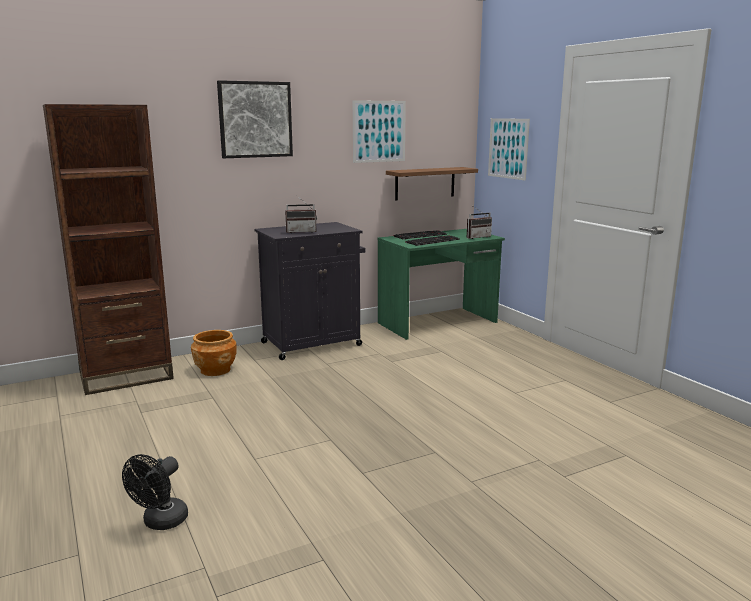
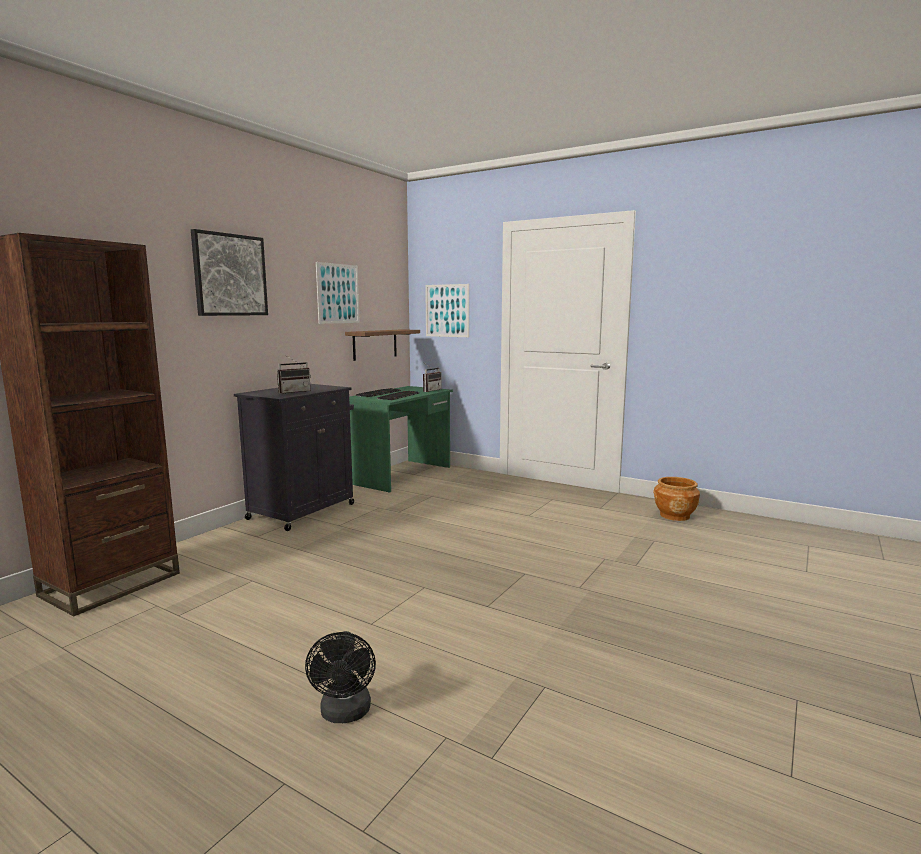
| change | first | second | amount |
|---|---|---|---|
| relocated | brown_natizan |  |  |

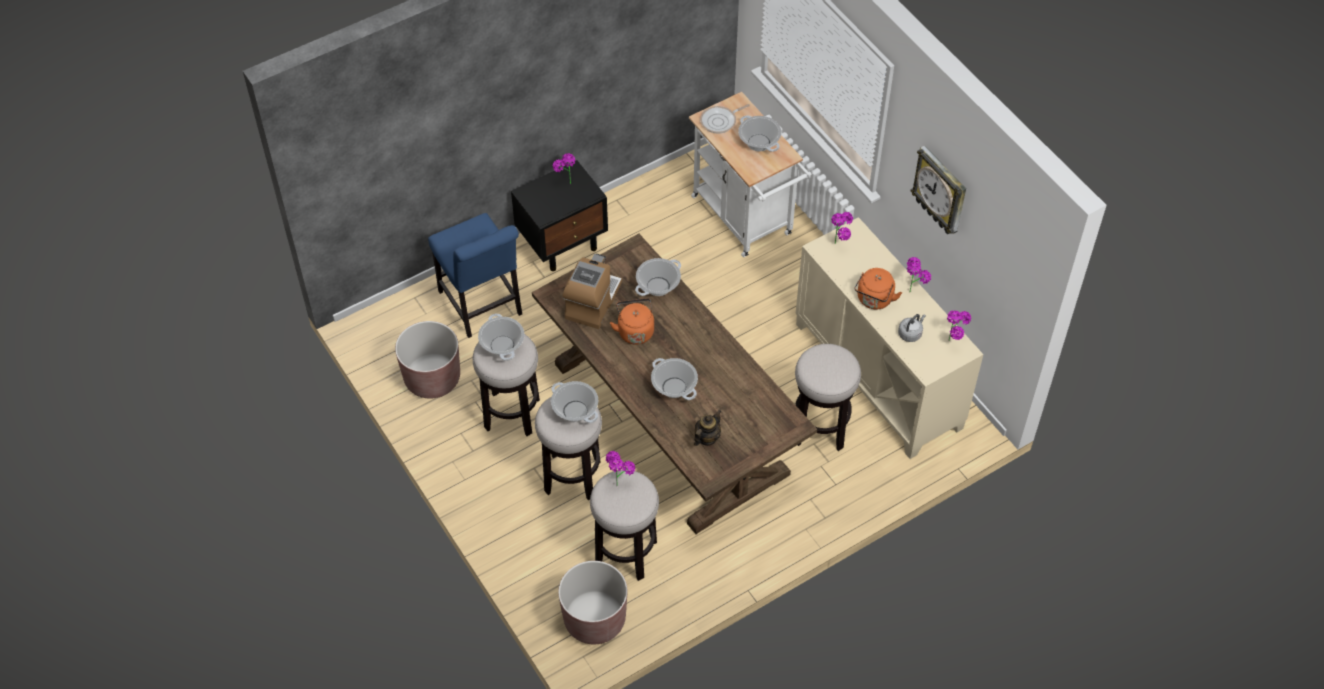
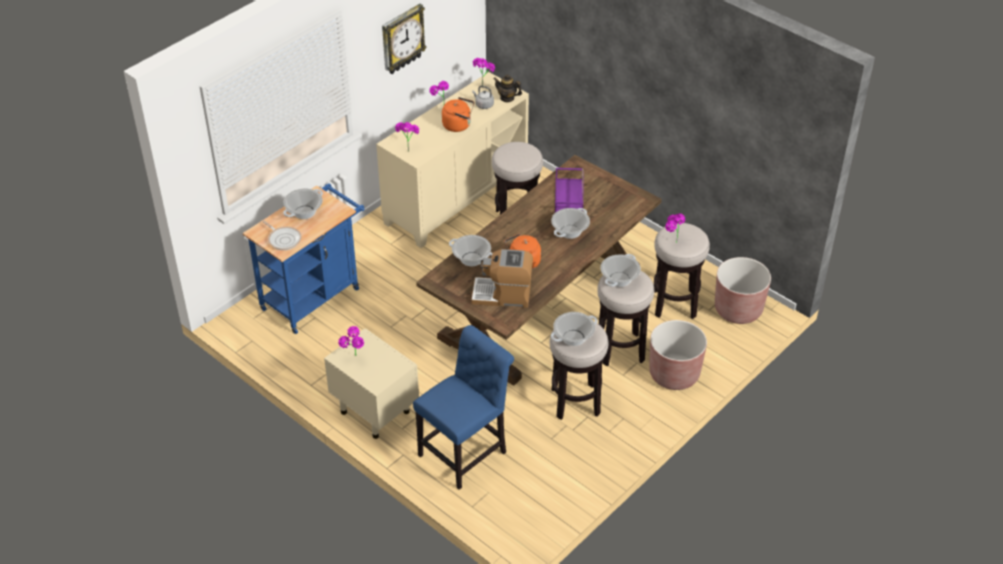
| change | first | second | amount |
|---|---|---|---|
| appeared |  | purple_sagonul |  |
| relocated | brown_natizan (no. 1 from left) |  |  |
| relocated | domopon |  |  |
| colour | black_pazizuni | beige_pazizuni |  |
| colour | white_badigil | blue_badigil |  |

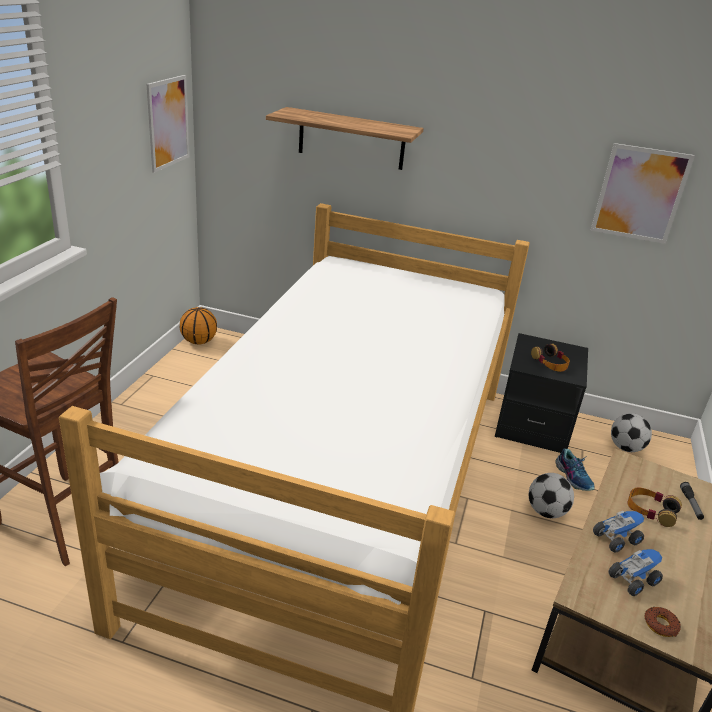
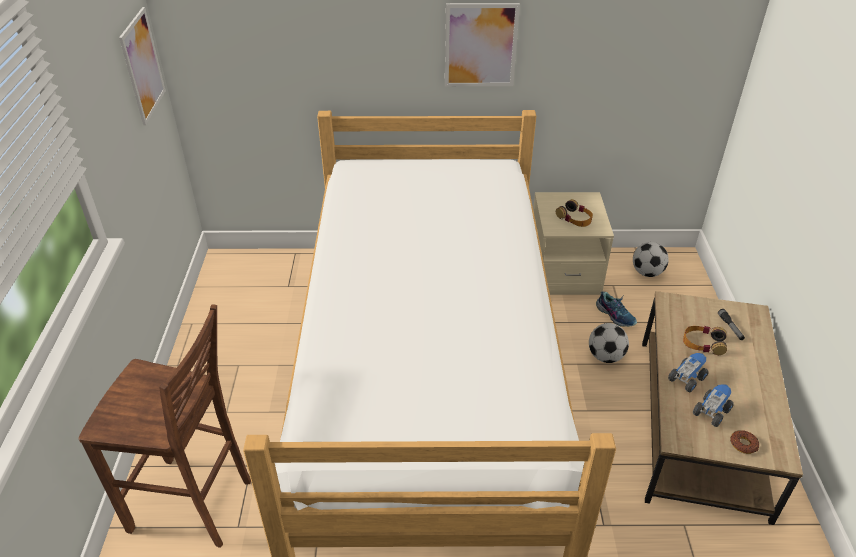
| change | first | second | amount |
|---|---|---|---|
| missing | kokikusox |  |  |
| missing | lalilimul |  |  |
| relocated | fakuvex (no. 2 from left) |  |  |
| colour | black_pazizuni | beige_pazizuni |  |

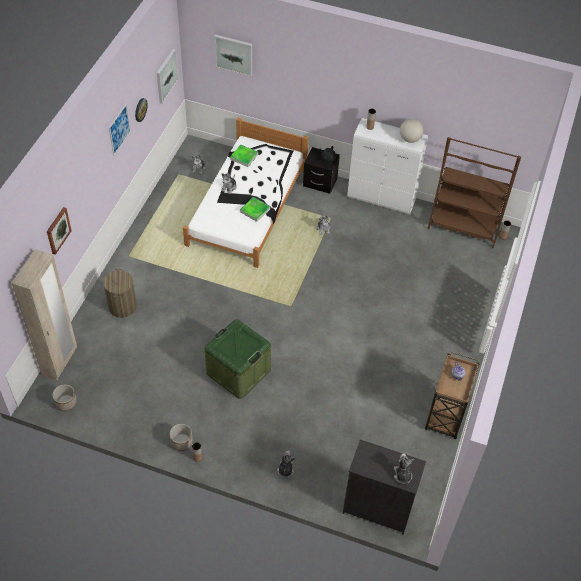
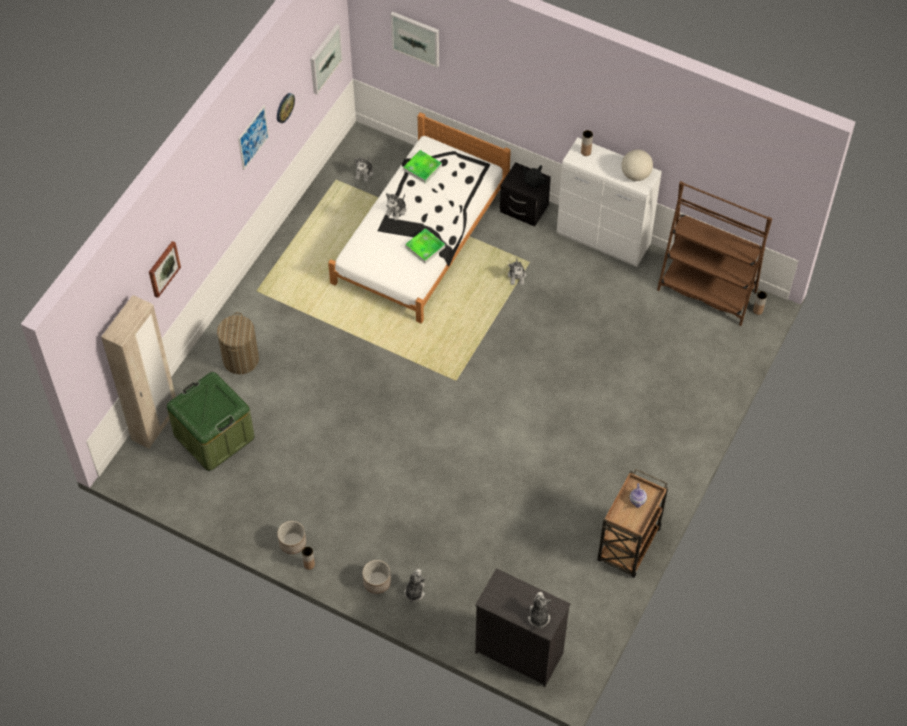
| change | first | second | amount |
|---|---|---|---|
| relocated | natizan (no. 1 from left in the first image) | natizan (no. 2 from left) |  |
| relocated | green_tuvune |  |  |

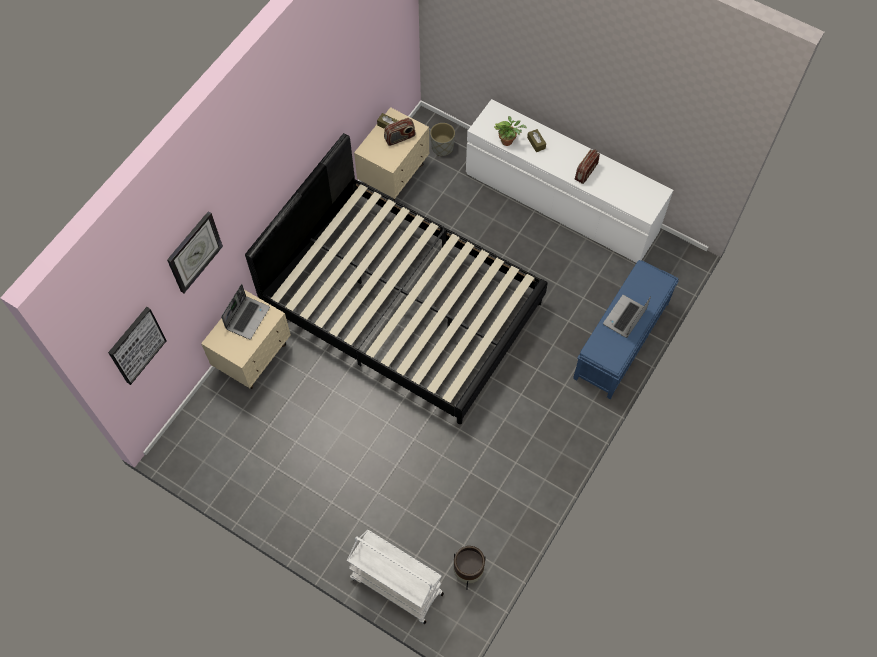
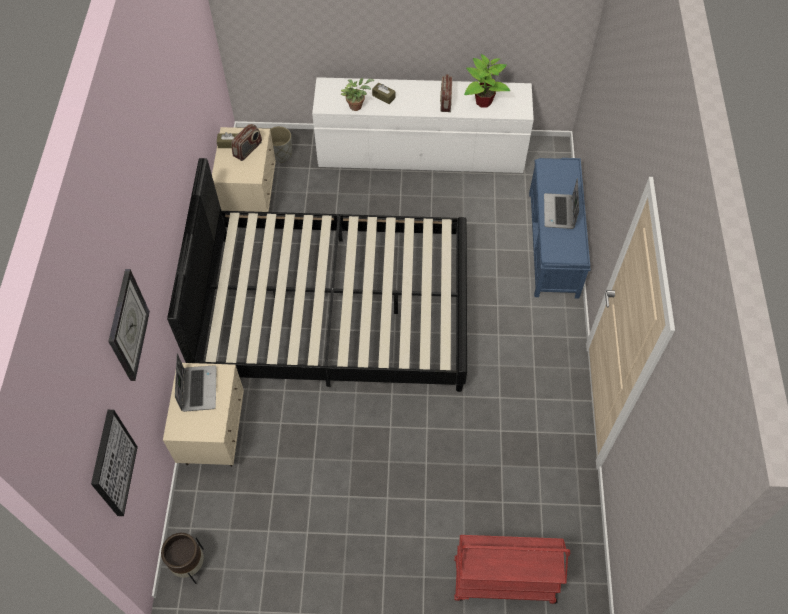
| change | first | second | amount |
|---|---|---|---|
| appeared |  | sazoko (no. 2 from left) |  |
| relocated | brown_natizan |  |  |
| colour | white_badigil | red_badigil |  |

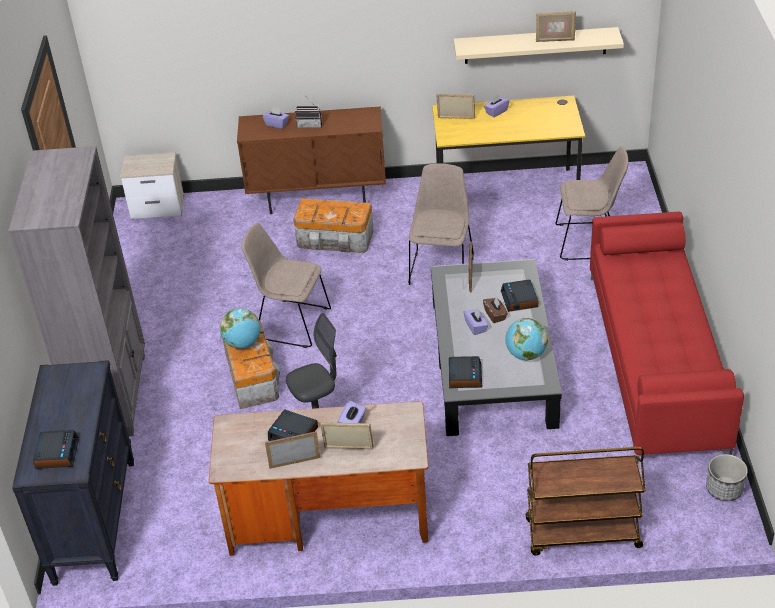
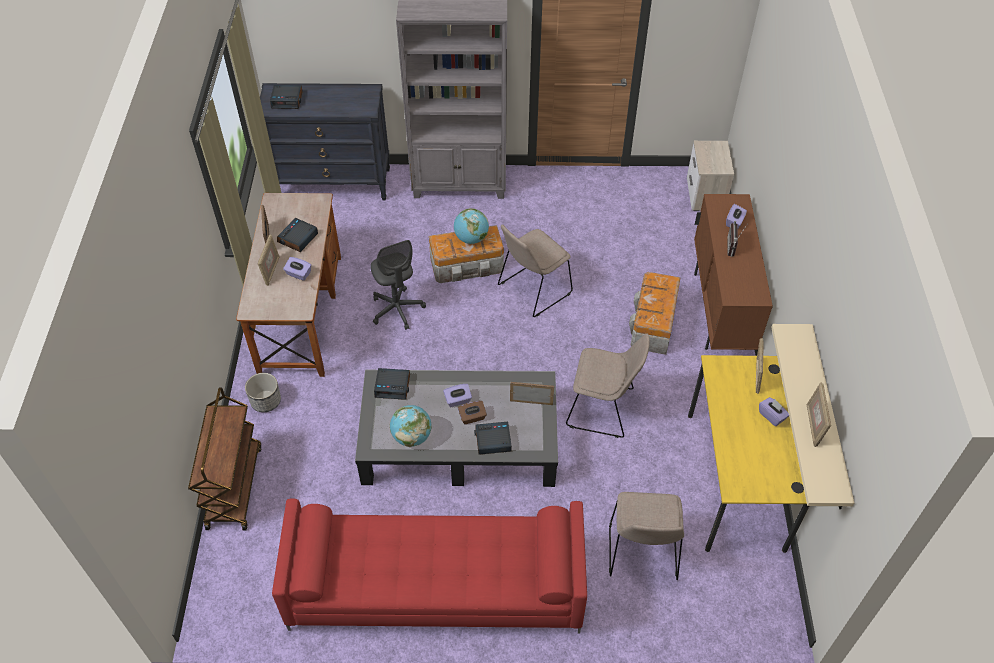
| change | first | second | amount |
|---|---|---|---|
| relocated | natizan |  |  |
| spun | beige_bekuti (no. 1 from left) |  | 150 degrees counterclockwise |

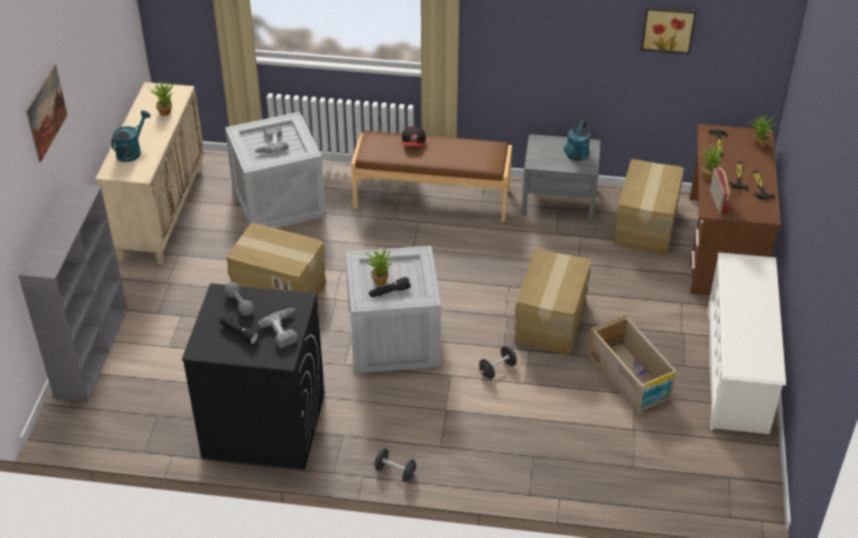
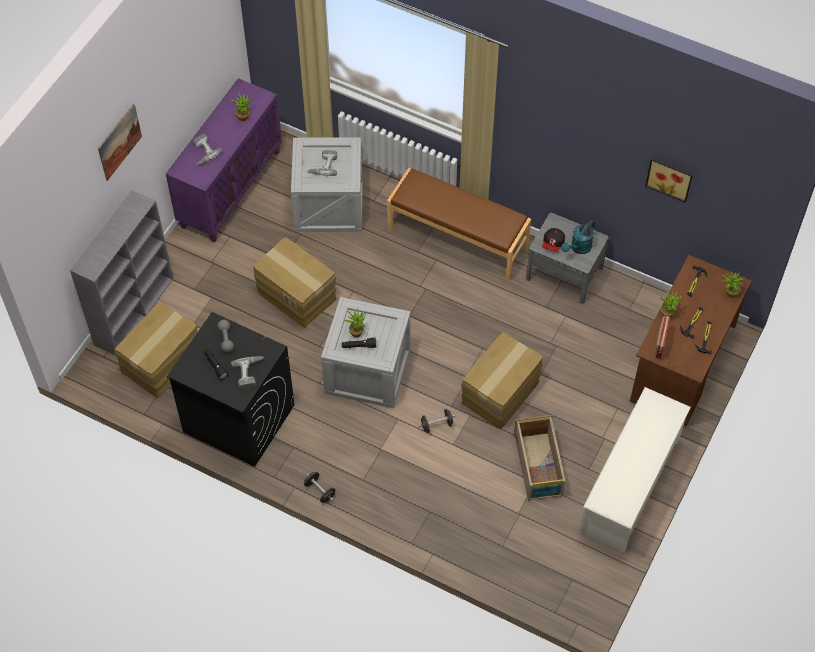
| change | first | second | amount |
|---|---|---|---|
| relocated | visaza |  |  |
| relocated | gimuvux (no. 3 from left in the first image) | gimuvux (no. 1 from left) |  |
| exchanged | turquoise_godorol (no. 1 from left) | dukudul (no. 1 from left) |  |
| colour | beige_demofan | purple_demofan |  |

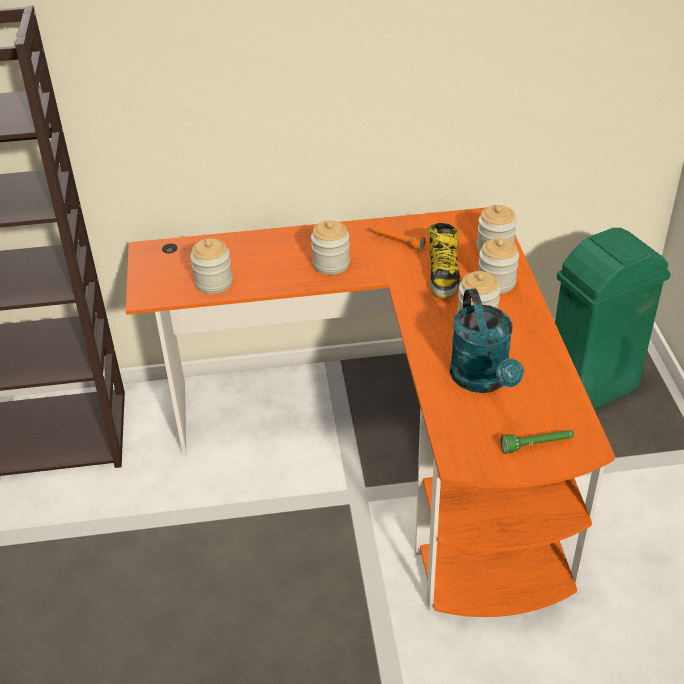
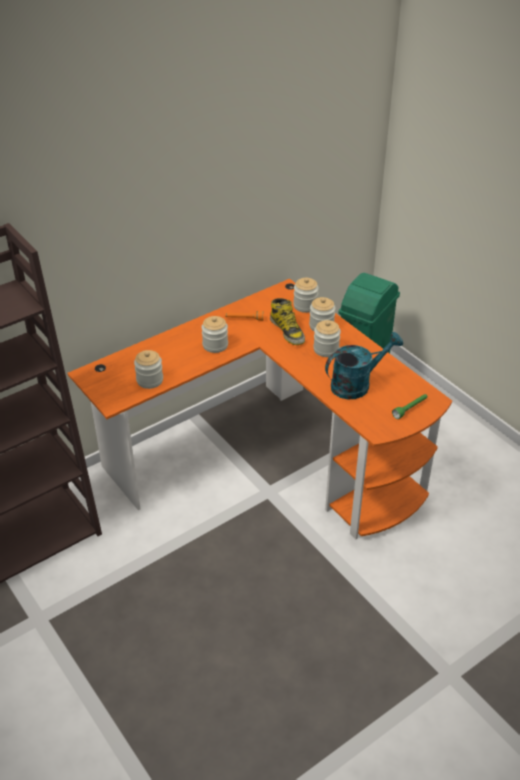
| change | first | second | amount |
|---|---|---|---|
| spun | turquoise_godorol |  | 75 degrees counterclockwise |

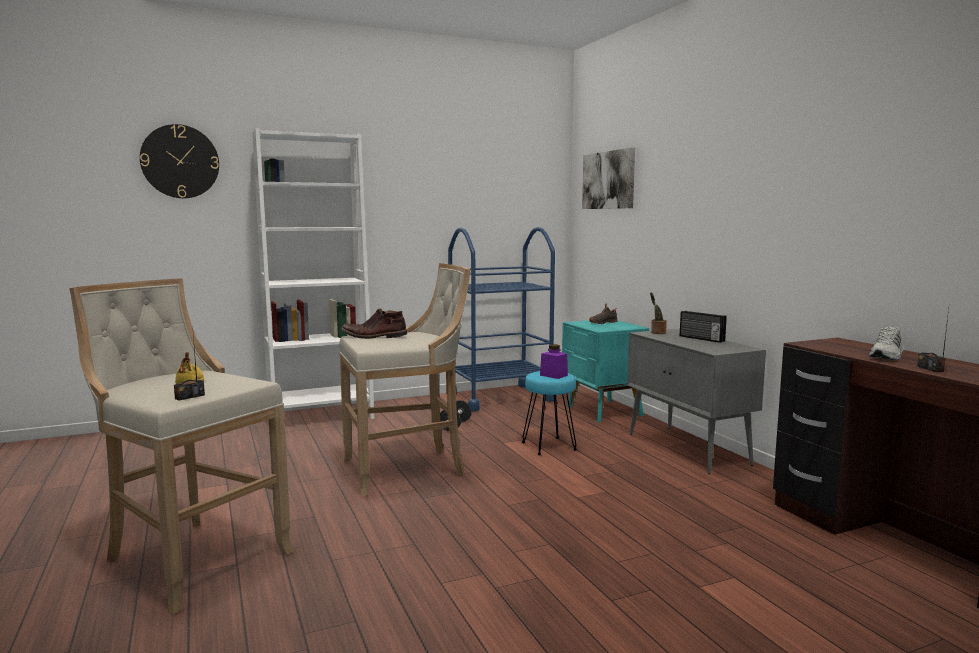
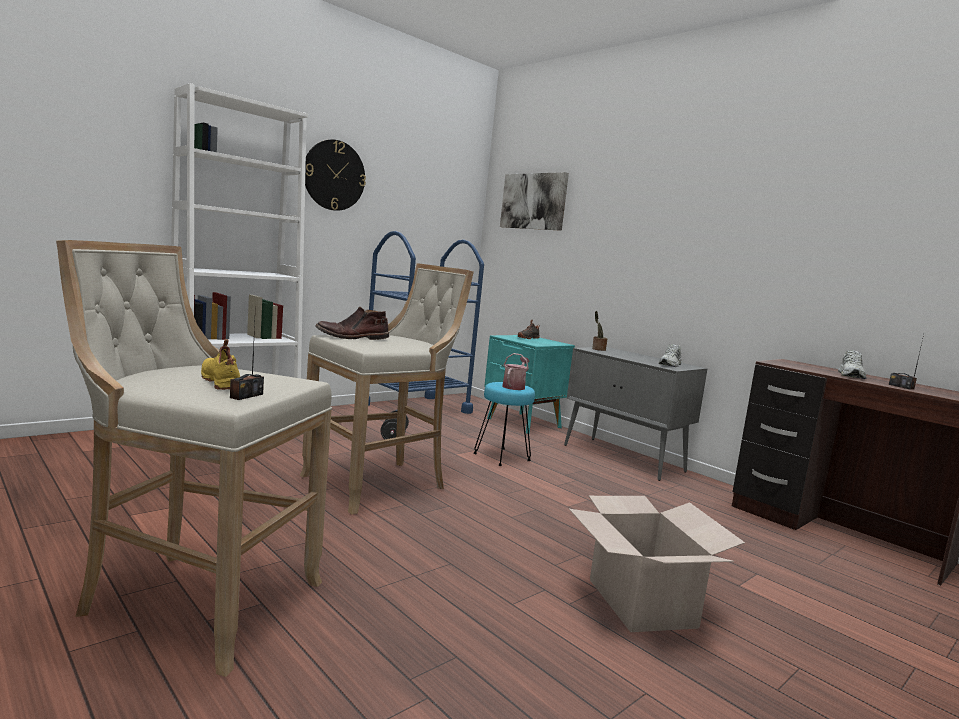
| change | first | second | amount |
|---|---|---|---|
| missing | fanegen (no. 2 from left) |  |  |
| appeared |  | gimuvux |  |
| appeared |  | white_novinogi (no. 1 from left) |  |
| relocated | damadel |  |  |
| exchanged | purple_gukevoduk | godorol |  |

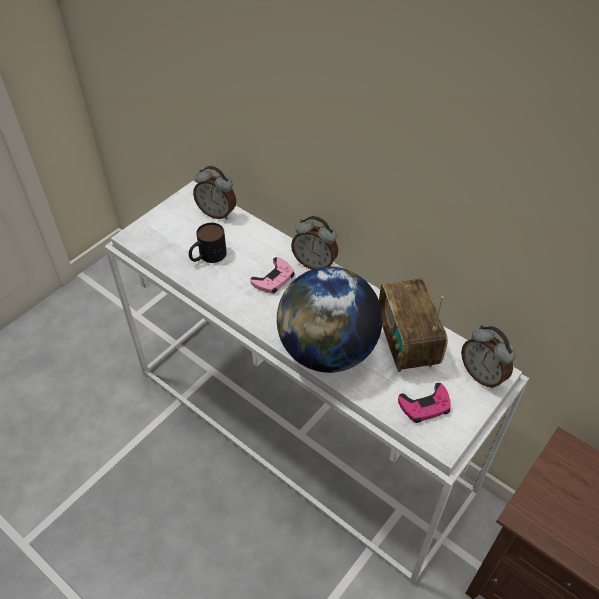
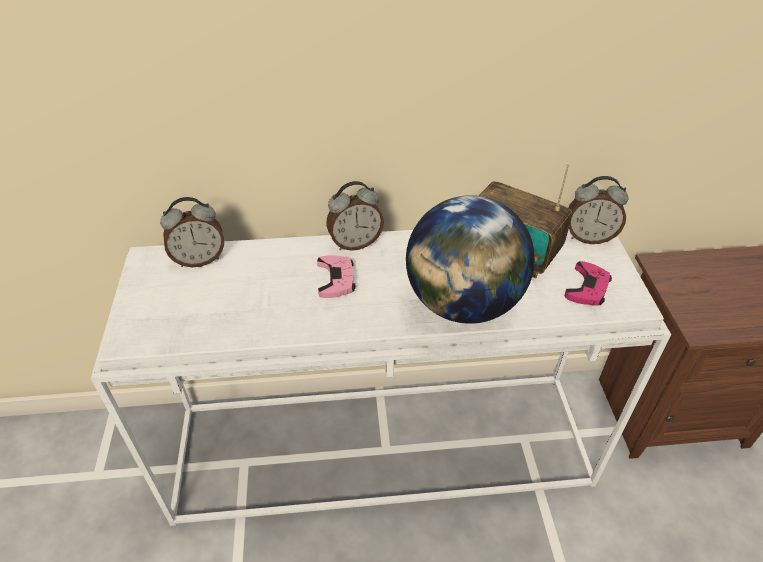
| change | first | second | amount |
|---|---|---|---|
| missing | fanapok |  |  |

